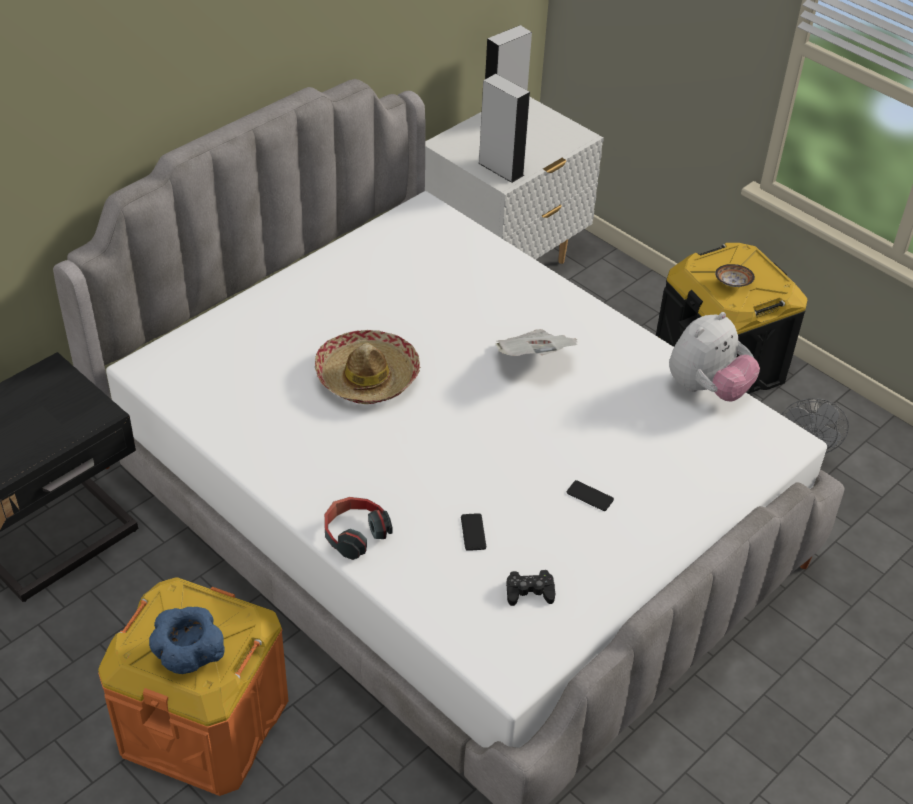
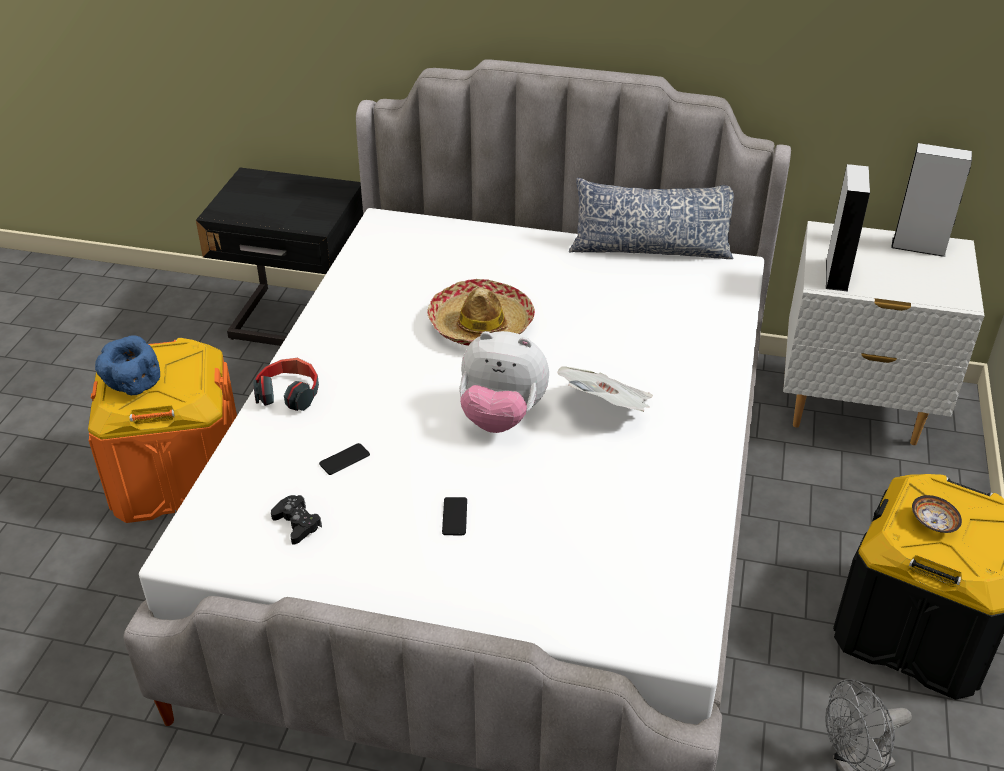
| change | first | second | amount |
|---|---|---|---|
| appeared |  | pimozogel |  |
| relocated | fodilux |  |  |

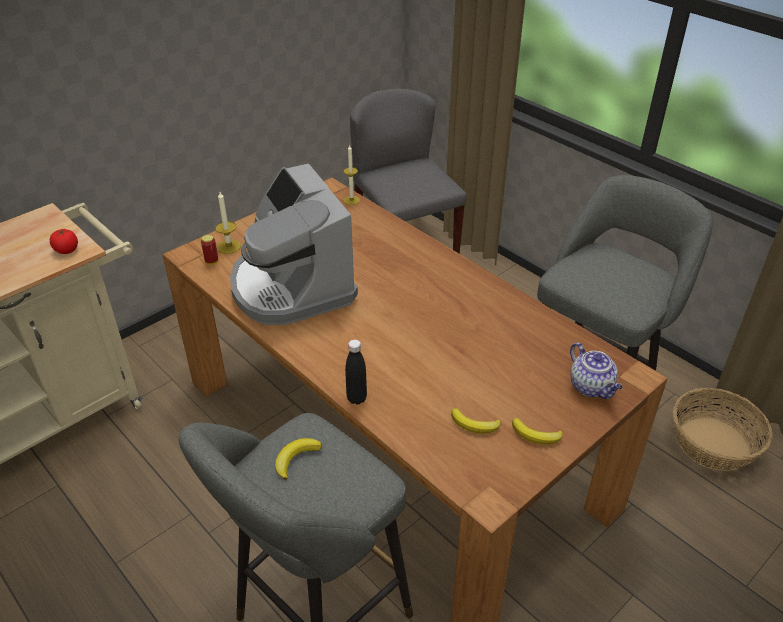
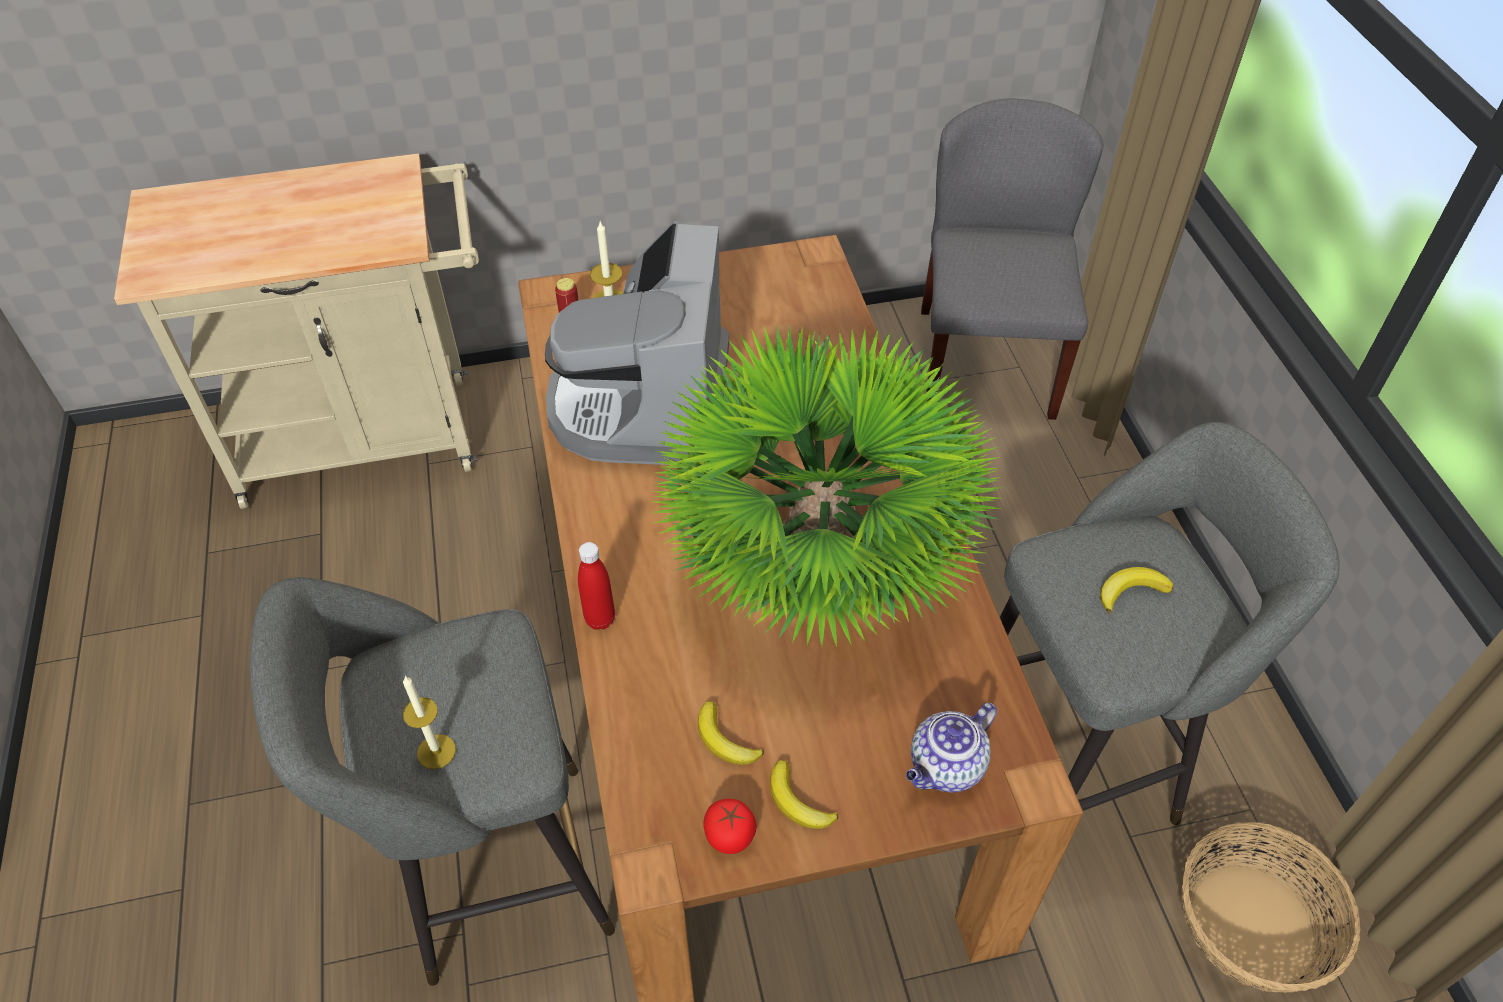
| change | first | second | amount |
|---|---|---|---|
| appeared |  | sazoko |  |
| relocated | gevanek |  |  |
| relocated | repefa (no. 1 from left in the first image) | repefa (no. 3 from left) |  |
| relocated | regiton (no. 2 from left in the first image) | regiton (no. 1 from left) |  |
| colour | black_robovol | red_robovol |  |
| spun | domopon |  | 45 degrees clockwise |

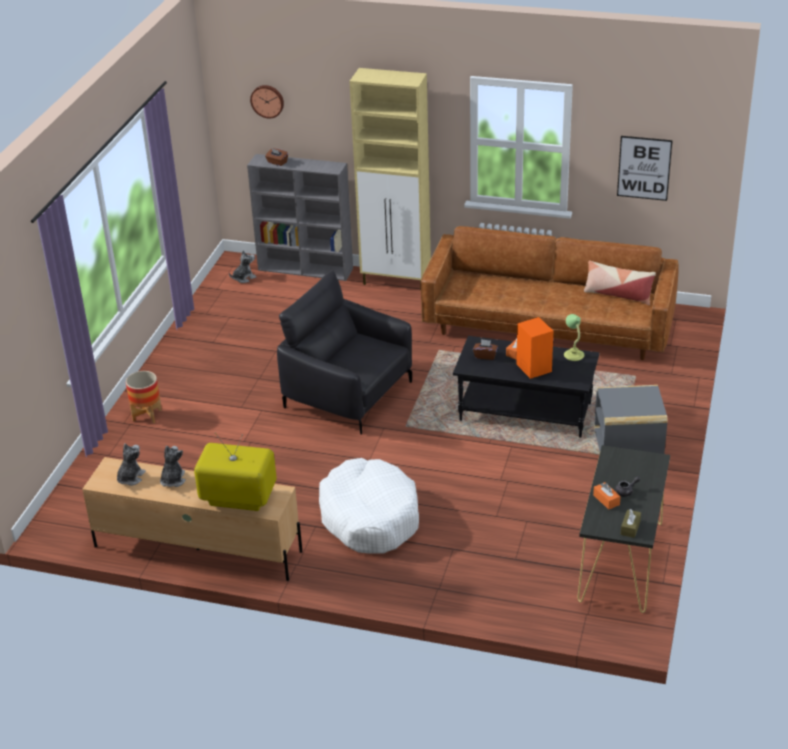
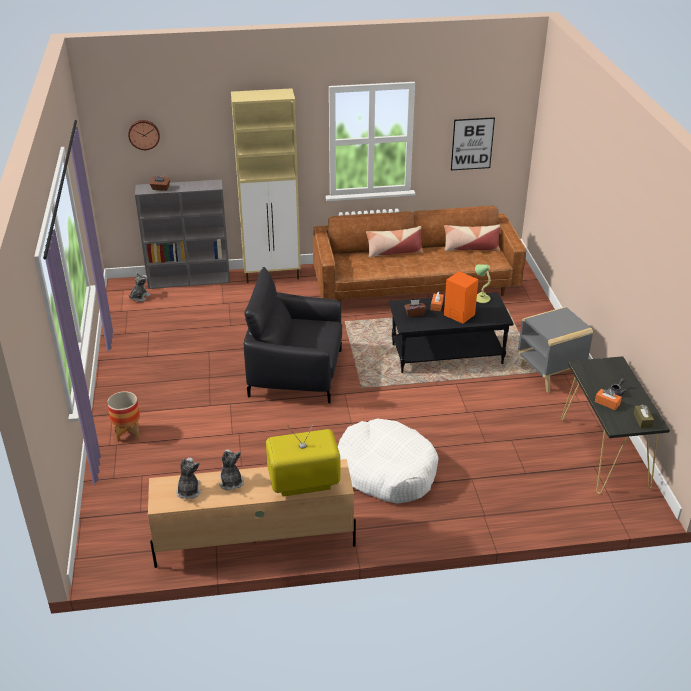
| change | first | second | amount |
|---|---|---|---|
| appeared |  | pimozogel (no. 1 from left) |  |

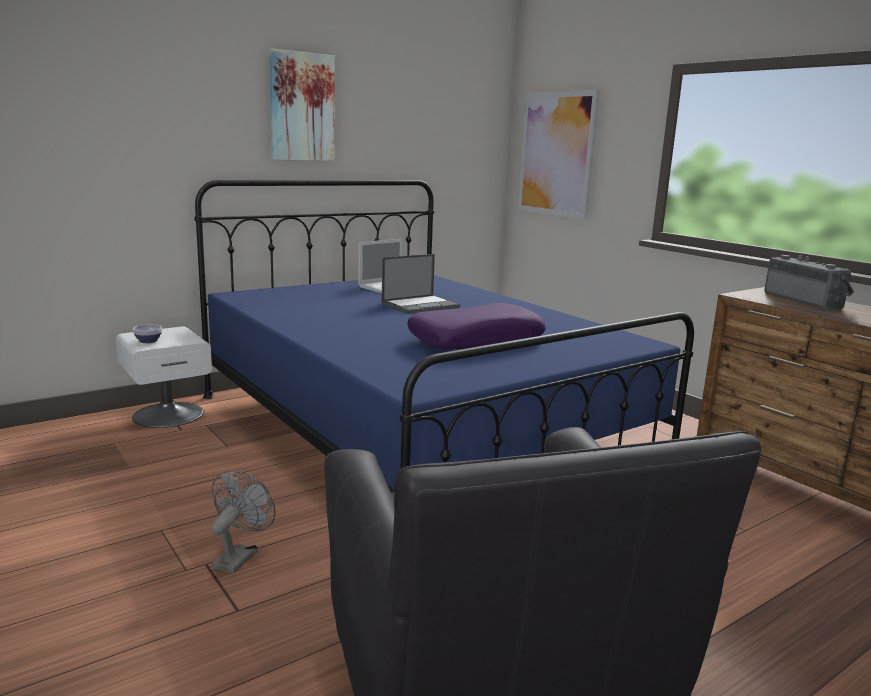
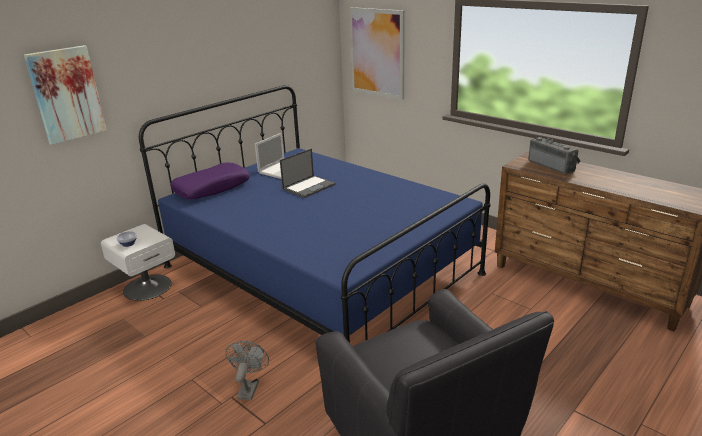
| change | first | second | amount |
|---|---|---|---|
| relocated | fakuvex (no. 1 from left) |  |  |
| relocated | purple_pimozogel |  |  |

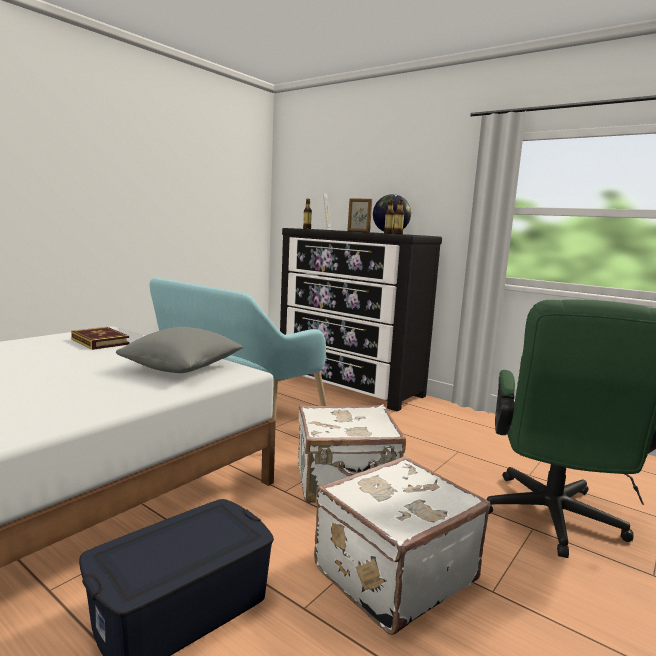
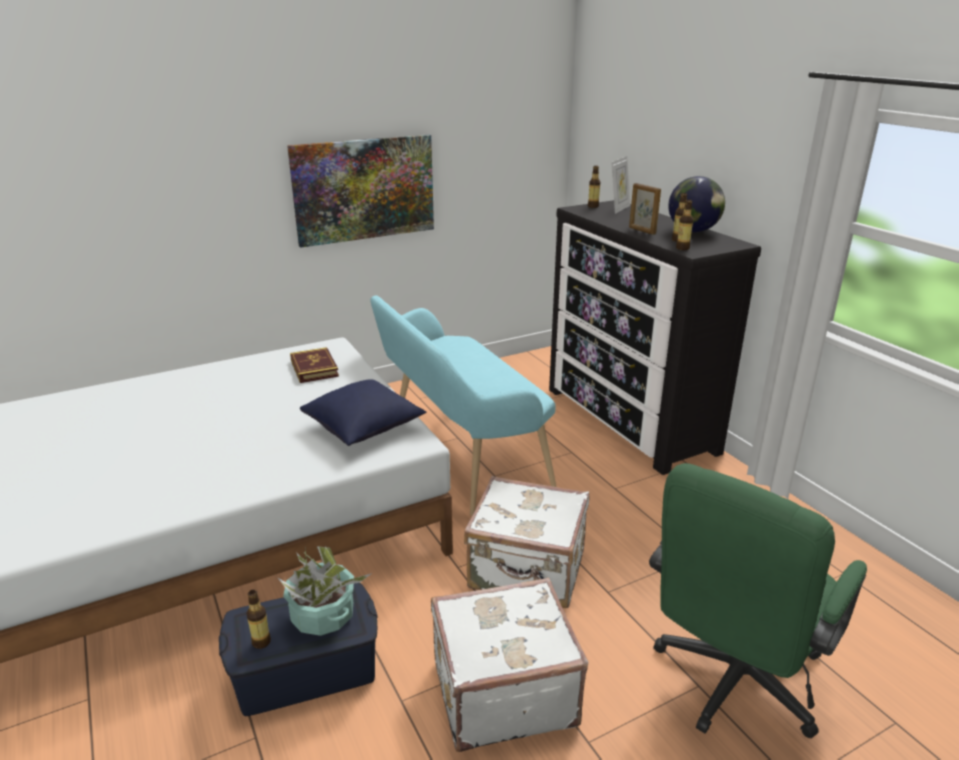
| change | first | second | amount |
|---|---|---|---|
| appeared |  | robovol (no. 1 from left) |  |
| appeared |  | sazoko |  |
| appeared |  | fakuvex |  |
| colour | grey_pimozogel | blue_pimozogel |  |

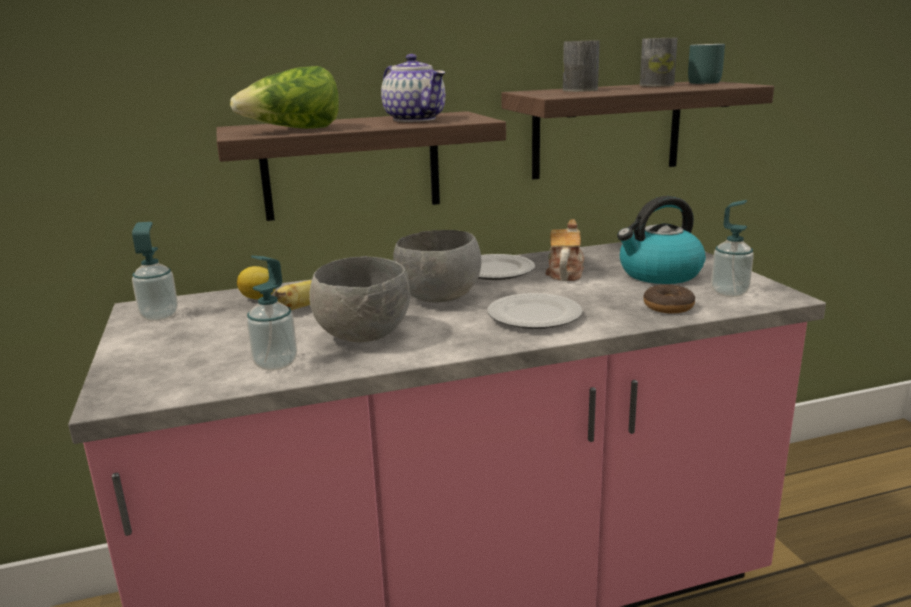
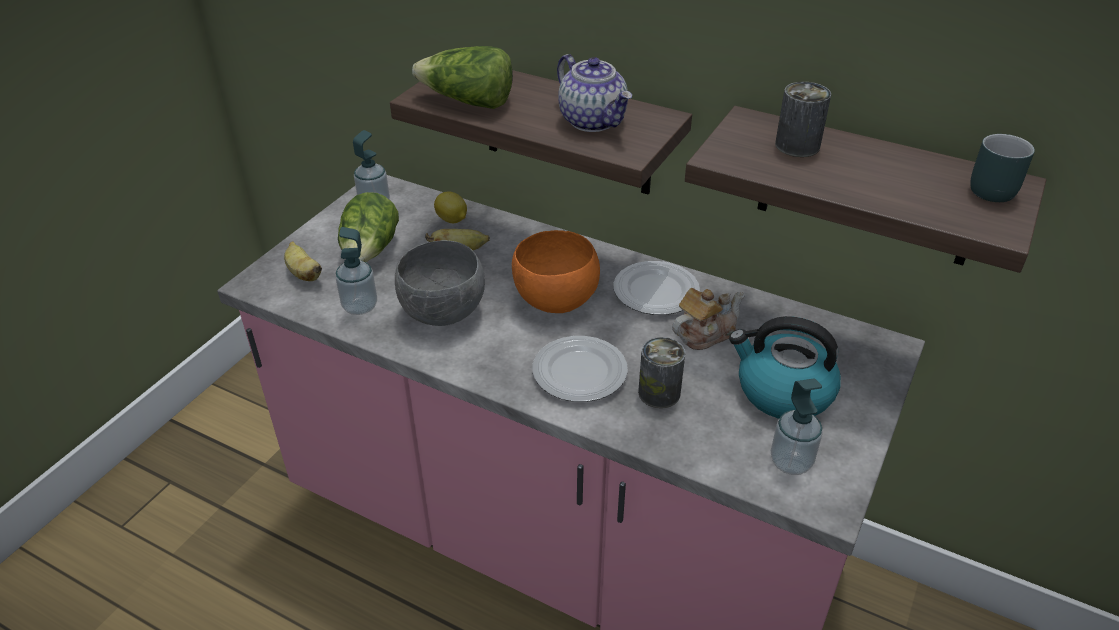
| change | first | second | amount |
|---|---|---|---|
| missing | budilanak |  |  |
| appeared |  | repefa (no. 1 from left) |  |
| appeared |  | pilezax (no. 1 from left) |  |
| relocated | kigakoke (no. 2 from left in the first image) | kigakoke (no. 1 from left) |  |
| colour | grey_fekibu (no. 2 from left) | orange_fekibu |  |
| spun | domopon (no. 1 from left) |  | 45 degrees counterclockwise |

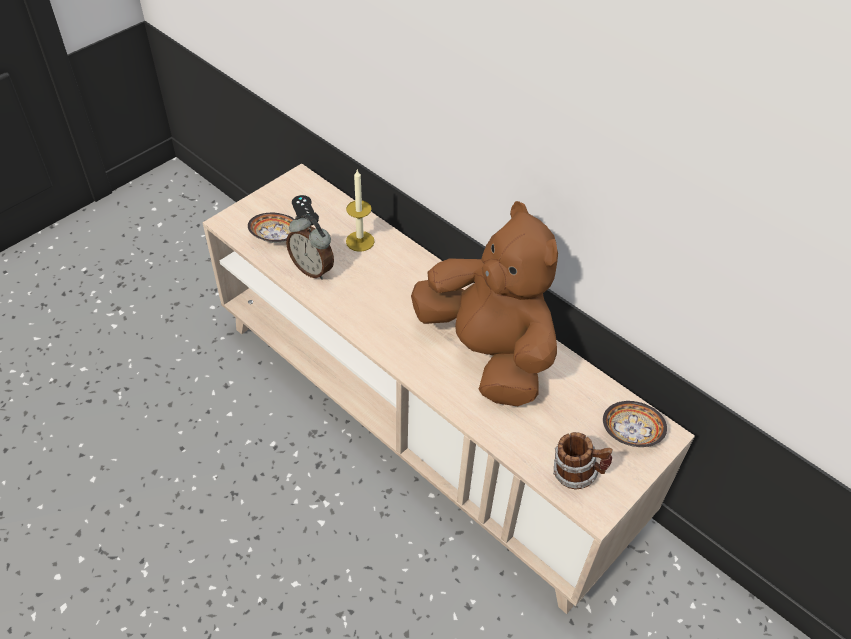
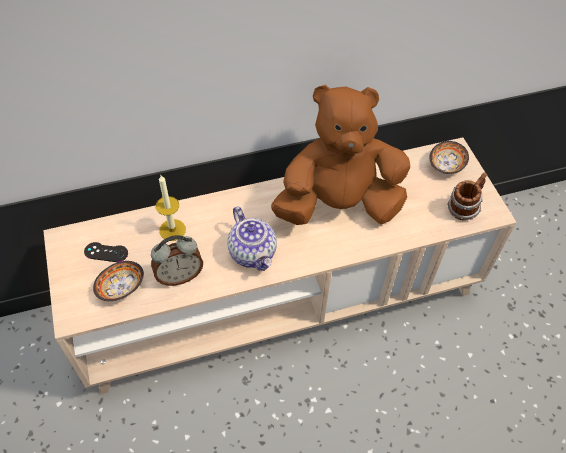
| change | first | second | amount |
|---|---|---|---|
| appeared |  | domopon |  |

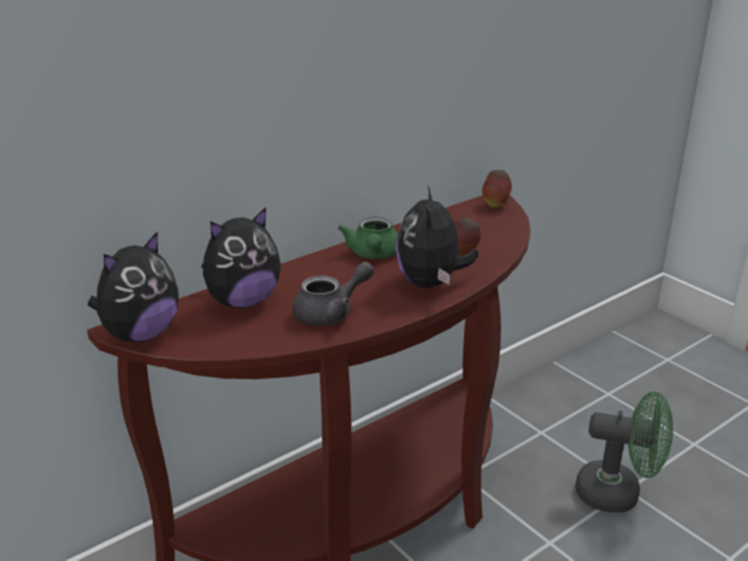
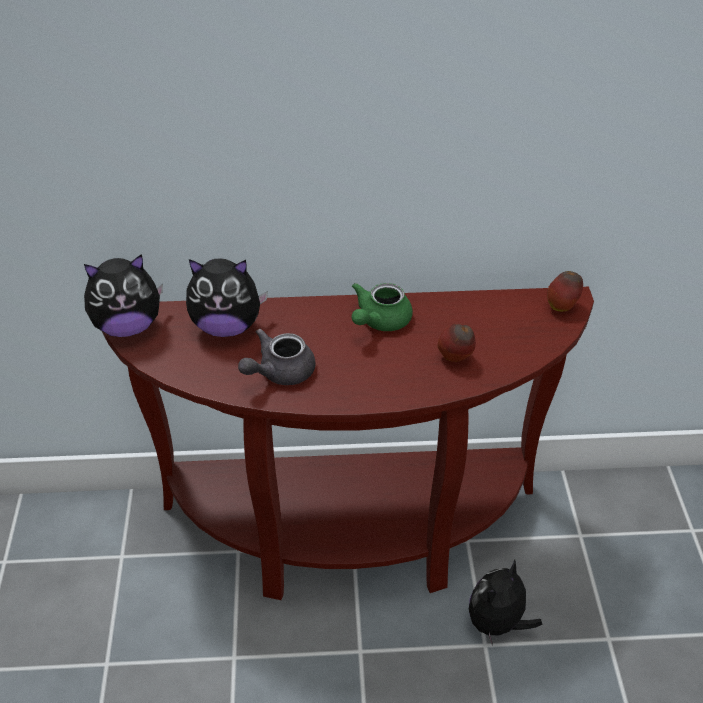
| change | first | second | amount |
|---|---|---|---|
| missing | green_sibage |  |  |
| relocated | fodilux (no. 3 from left) |  |  |
| spun | grey_domopon |  | 135 degrees clockwise |

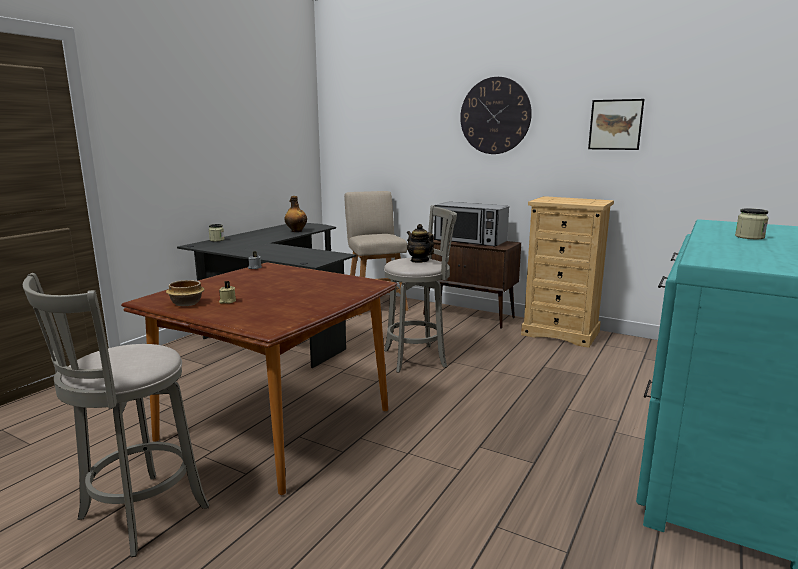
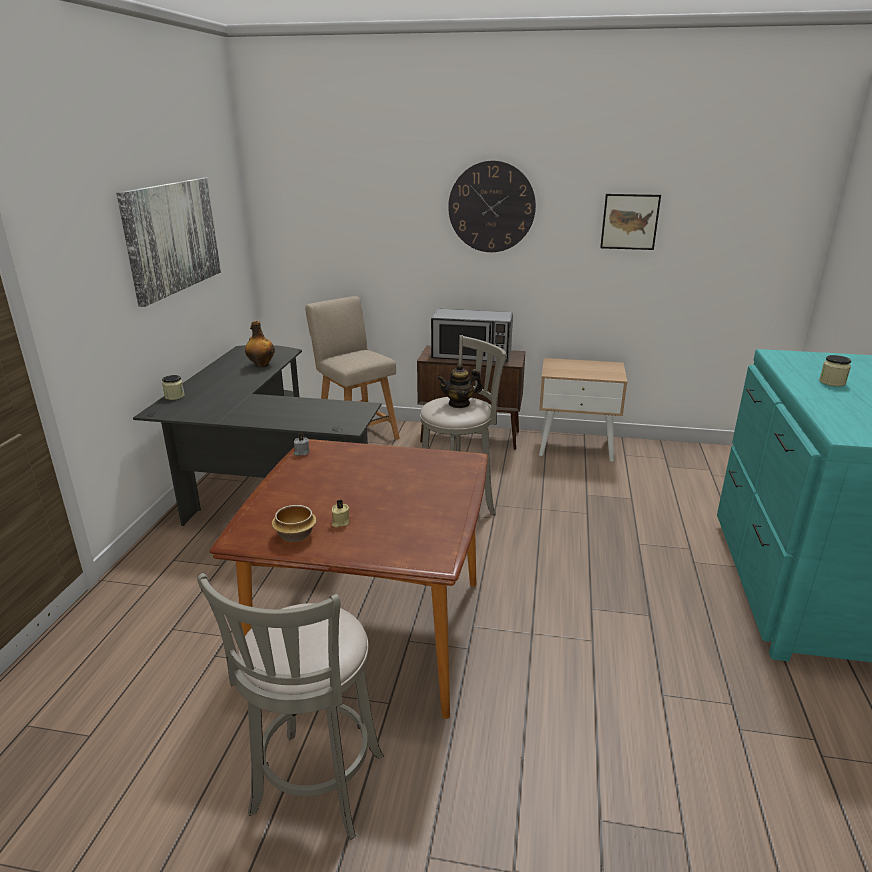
| change | first | second | amount |
|---|---|---|---|
| appeared |  | fakuvex (no. 1 from left) |  |
| exchanged | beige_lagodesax | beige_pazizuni |  |
| spun | domopon |  | 45 degrees counterclockwise |

